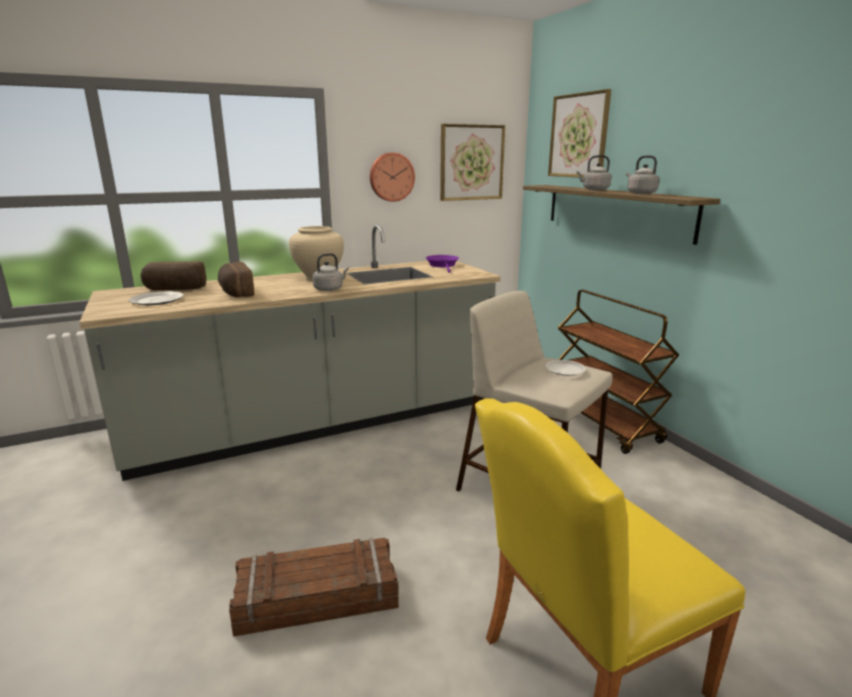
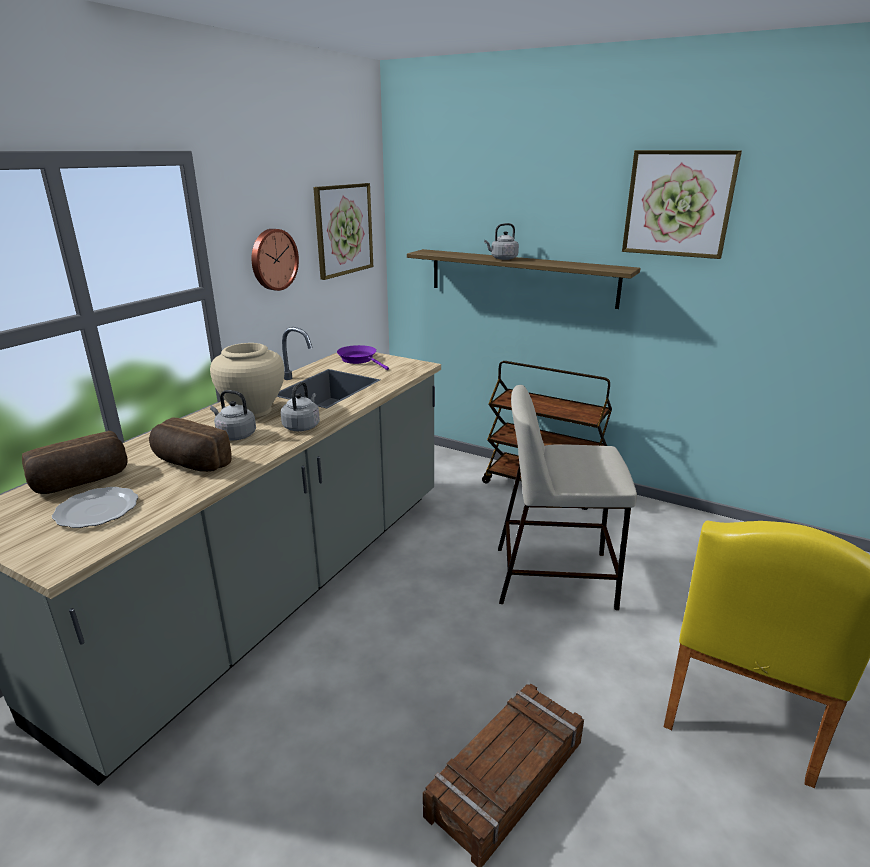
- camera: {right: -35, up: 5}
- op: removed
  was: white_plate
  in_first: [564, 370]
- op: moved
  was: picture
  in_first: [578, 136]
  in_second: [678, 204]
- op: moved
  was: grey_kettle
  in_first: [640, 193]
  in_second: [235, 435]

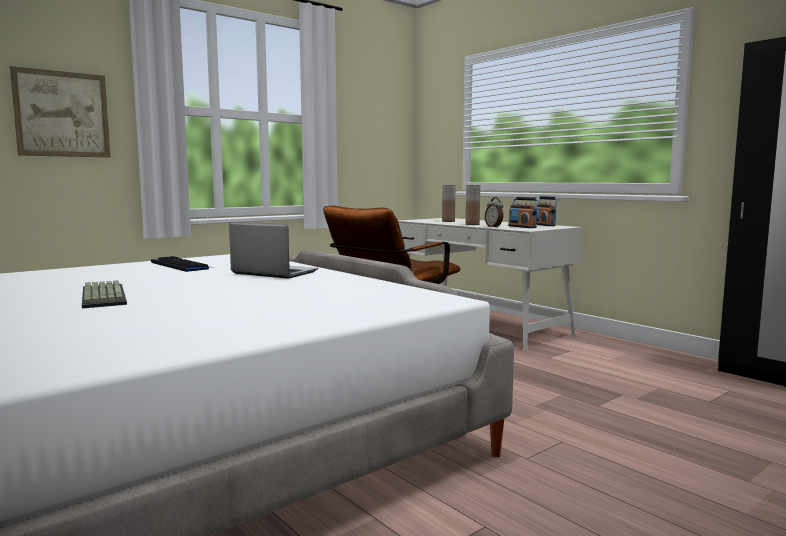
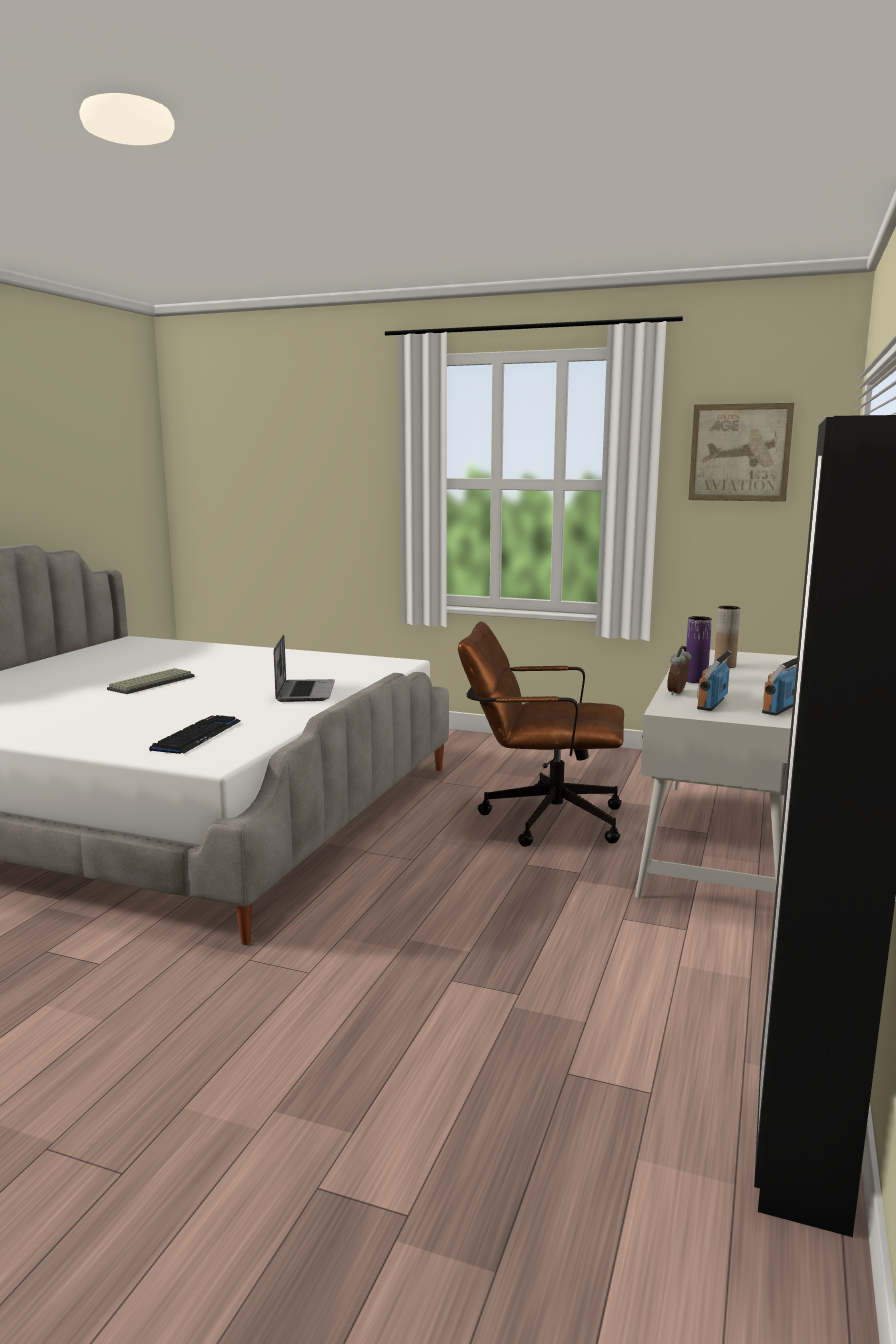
- camera: {right: 60, up: 5}
- op: moved
  was: picture
  in_first: [62, 114]
  in_second: [739, 452]
- op: moved
  was: keyboard
  in_first: [180, 266]
  in_second: [197, 736]
- op: recoloured
  was: brown_vase
  now: purple_vase
  in_first: [472, 224]
  in_second: [695, 680]

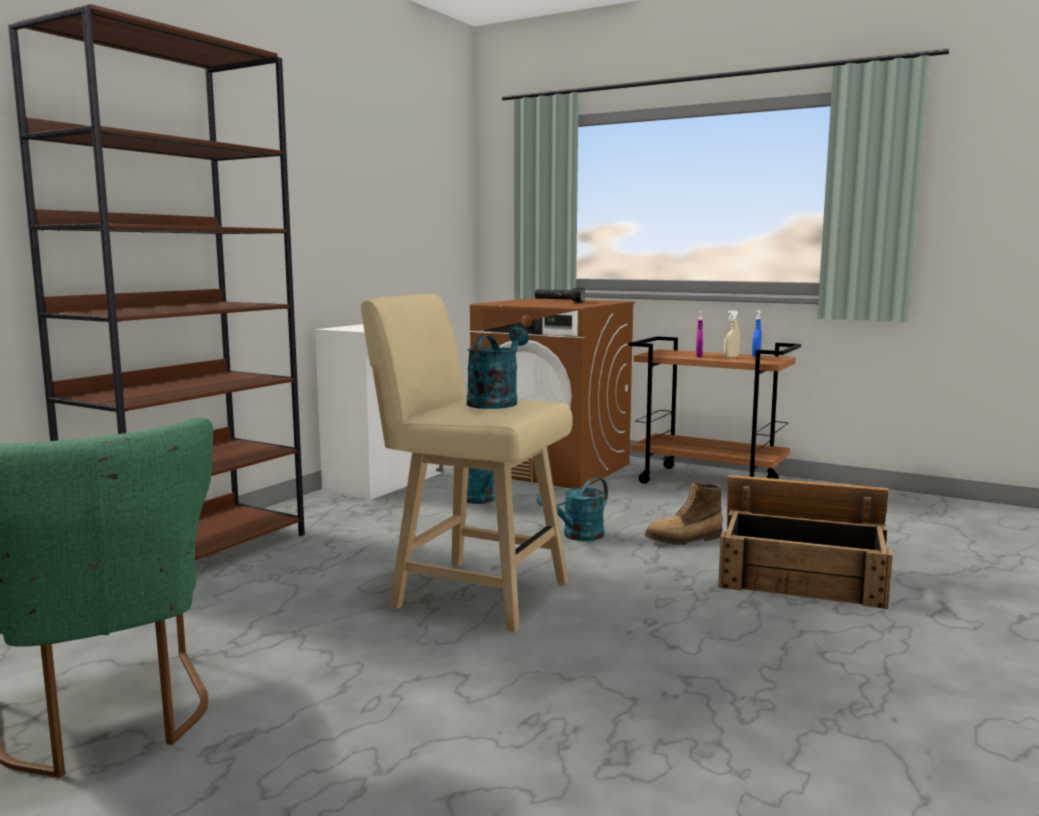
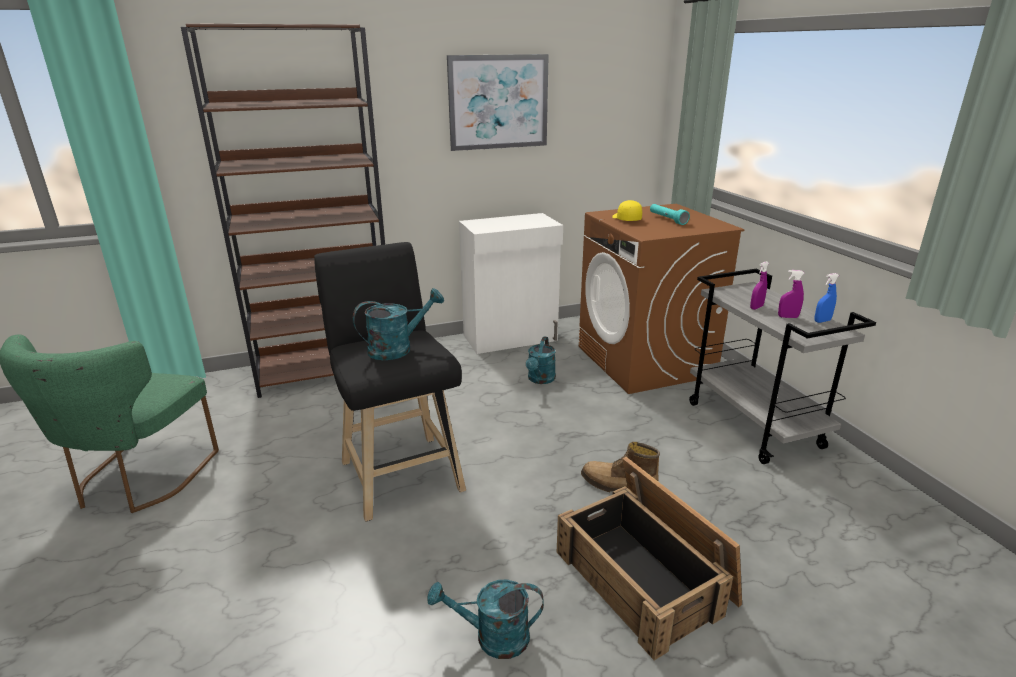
- camera: {right: 40, up: 15}
- op: added
  now: picture
  in_second: [498, 102]
- op: added
  now: yellow_cap
  in_second: [626, 219]
- op: moved
  was: turquoise_watering_can
  in_first: [577, 536]
  in_second: [492, 637]
- op: recoloured
  was: beige_stool
  now: black_stool
  in_first: [472, 593]
  in_second: [400, 471]
- op: recoloured
  was: black_flashlight
  now: turquoise_flashlight
  in_first: [559, 302]
  in_second: [667, 219]
- op: recoloured
  was: brown_cart
  now: grey_cart
  in_first: [710, 482]
  in_second: [755, 425]
- op: recoloured
  was: beige_spray_bottle
  now: purple_spray_bottle
  in_first: [731, 357]
  in_second: [788, 317]

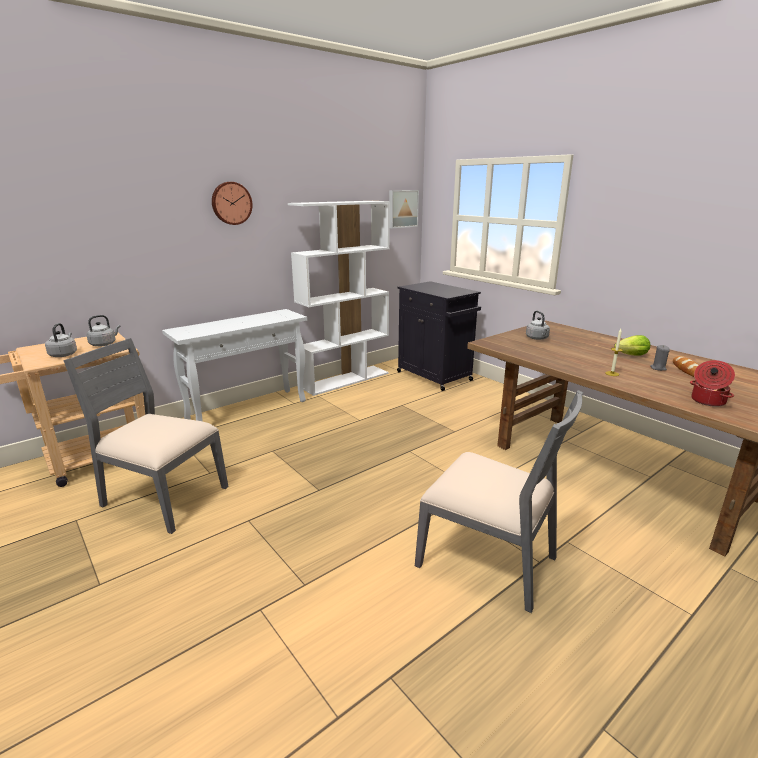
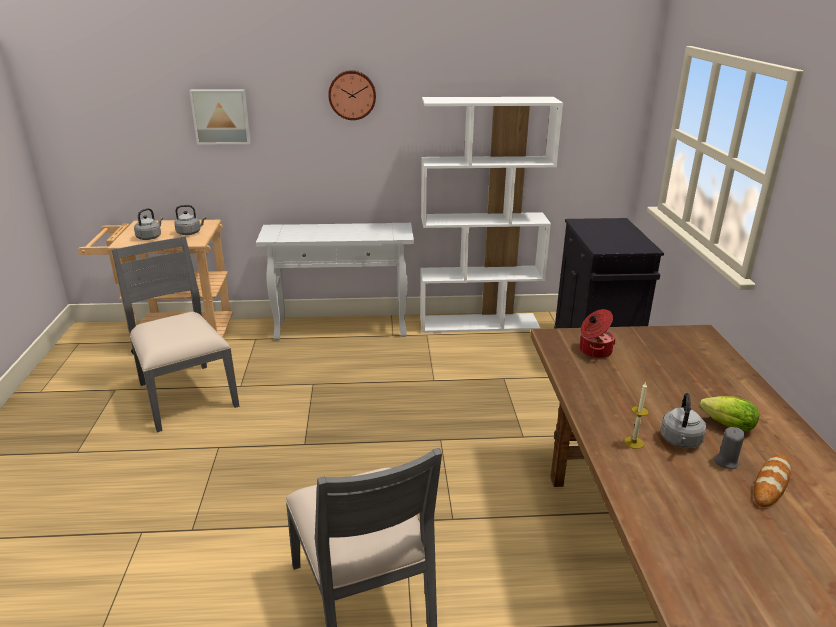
- camera: {right: 35, up: 5}
- op: moved
  was: picture
  in_first: [402, 208]
  in_second: [221, 116]
- op: moved
  was: grey_kettle
  in_first: [537, 338]
  in_second: [680, 441]
- op: moved
  was: cooking_pot
  in_first: [707, 401]
  in_second: [594, 351]

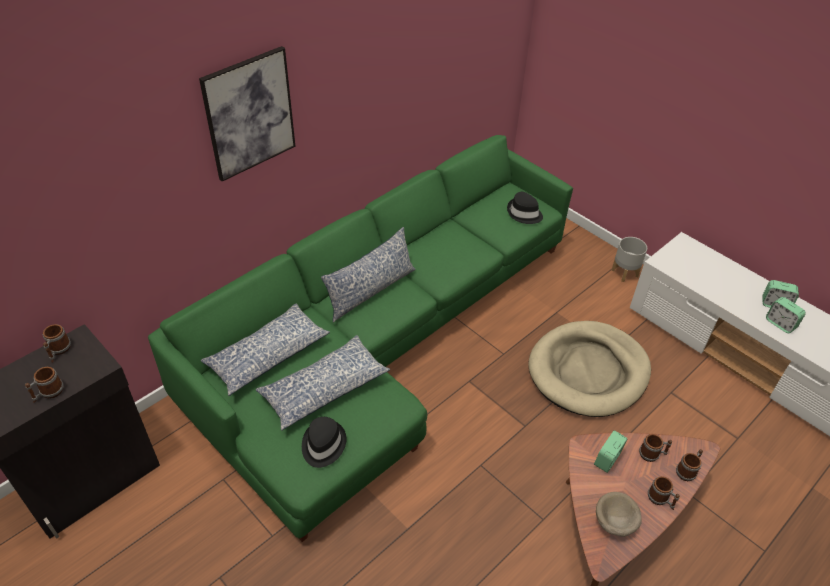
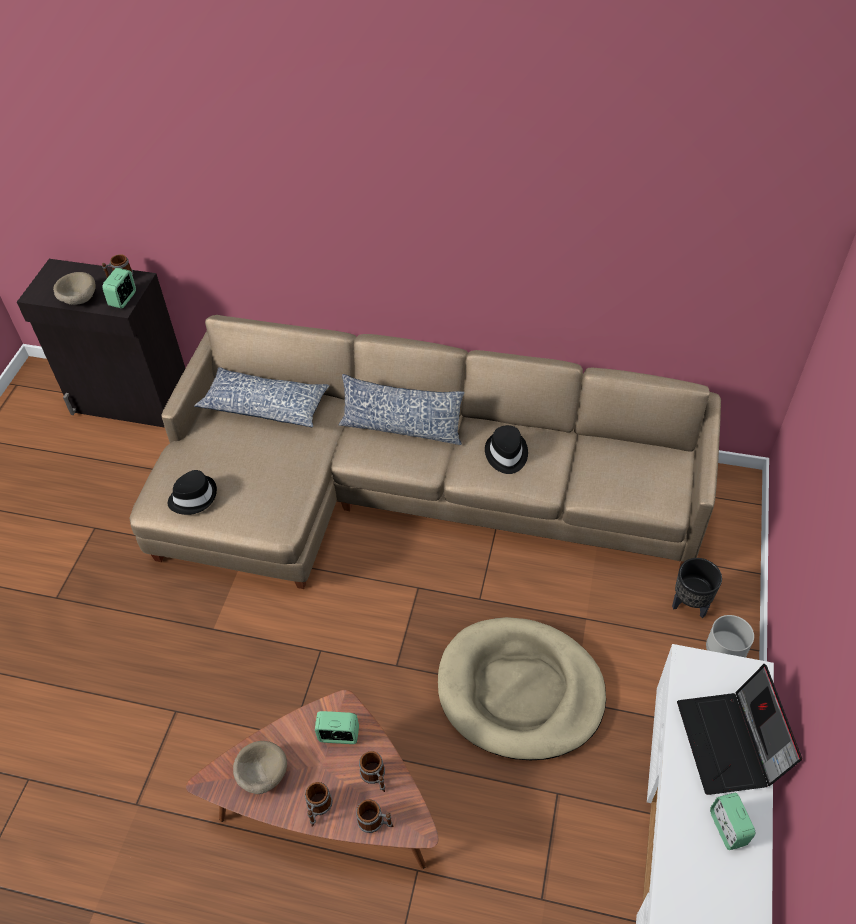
- camera: {right: 60, up: 5}
- op: removed
  was: picture
  in_first: [249, 114]
- op: removed
  was: pillow
  in_first: [323, 388]
- op: added
  now: black_planter
  in_second: [690, 605]
- op: added
  now: laptop
  in_second: [730, 744]
- op: moved
  was: black_hat
  in_first: [524, 213]
  in_second: [506, 454]
- op: moved
  was: alarm_clock
  in_first: [780, 324]
  in_second: [123, 299]
- op: replaced
  was: mug
  now: beige_bowl
  in_first: [48, 393]
  in_second: [78, 299]
- op: recoloured
  was: green_sofa
  now: beige_sofa
  in_first: [378, 343]
  in_second: [407, 489]

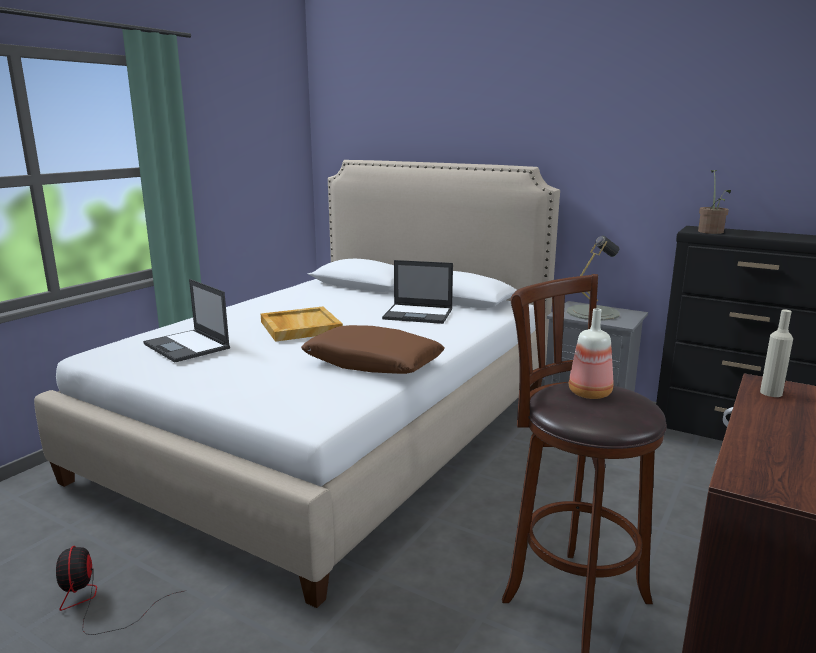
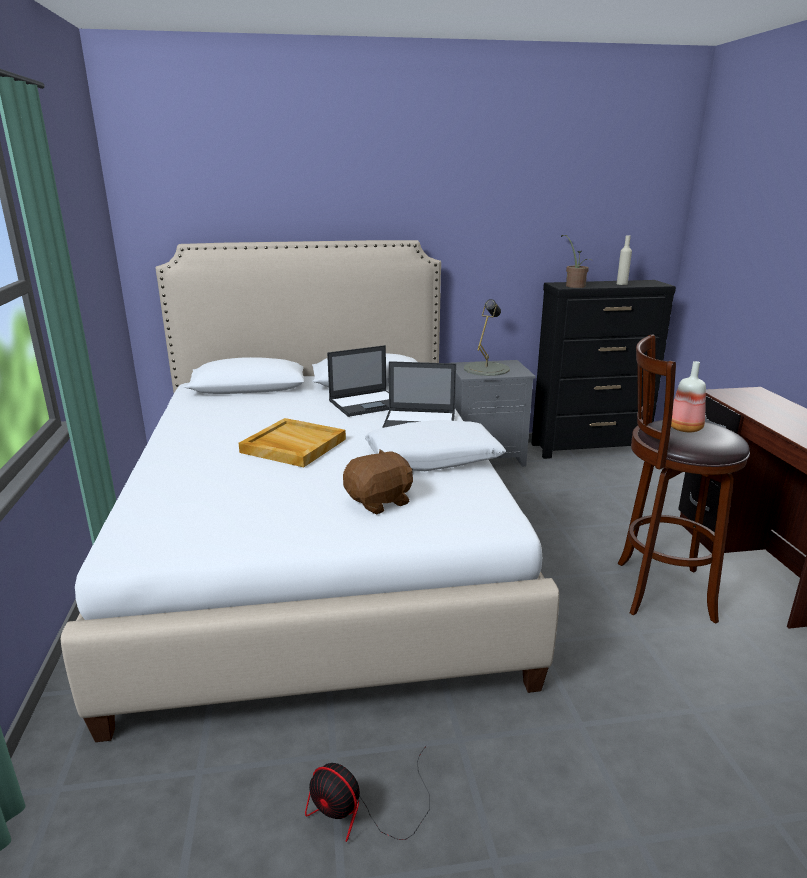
- camera: {right: -40, up: 5}
- op: added
  now: brown_plush_toy
  in_second: [379, 502]
- op: moved
  was: laptop
  in_first: [187, 346]
  in_second: [420, 422]
- op: moved
  was: beige_bottle
  in_first: [771, 393]
  in_second: [622, 284]
- op: recoloured
  was: brown_pillow
  now: white_pillow
  in_first: [373, 363]
  in_second: [433, 459]

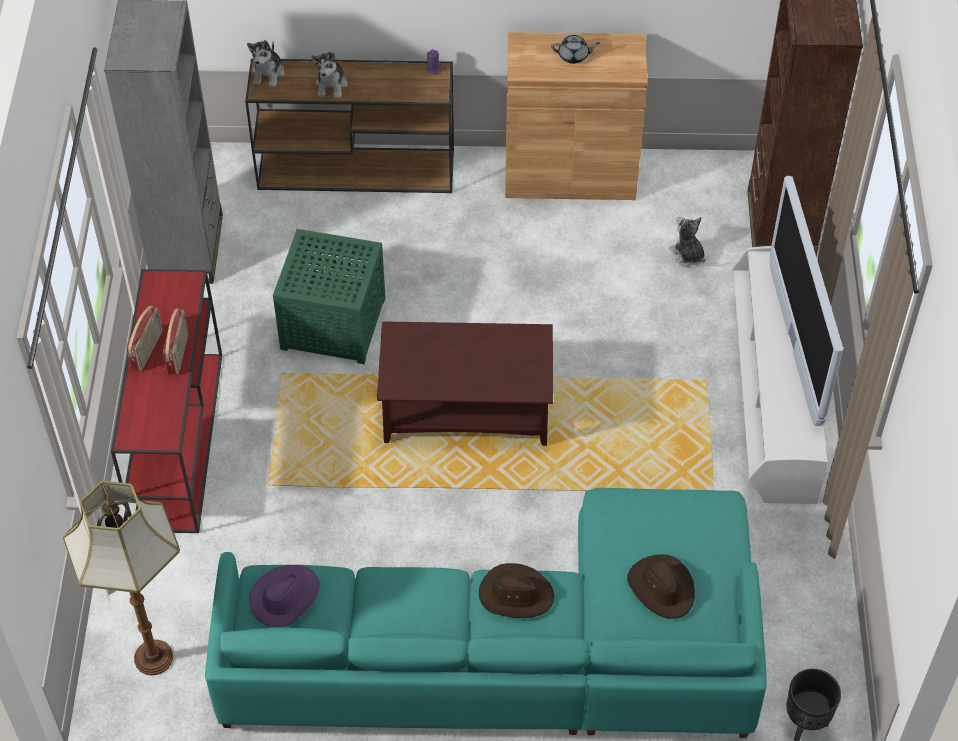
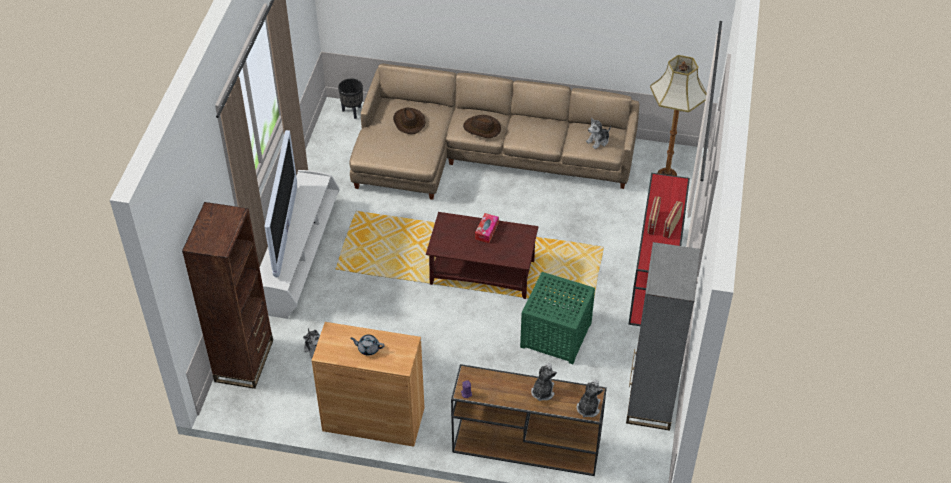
- camera: {right: -170, up: -5}
- op: added
  now: tissue_box
  in_second: [486, 231]
- op: replaced
  was: purple_hat
  now: plush_toy
  in_first: [285, 597]
  in_second: [598, 141]
- op: recoloured
  was: turquoise_sofa
  now: beige_sofa
  in_first: [518, 653]
  in_second: [481, 154]

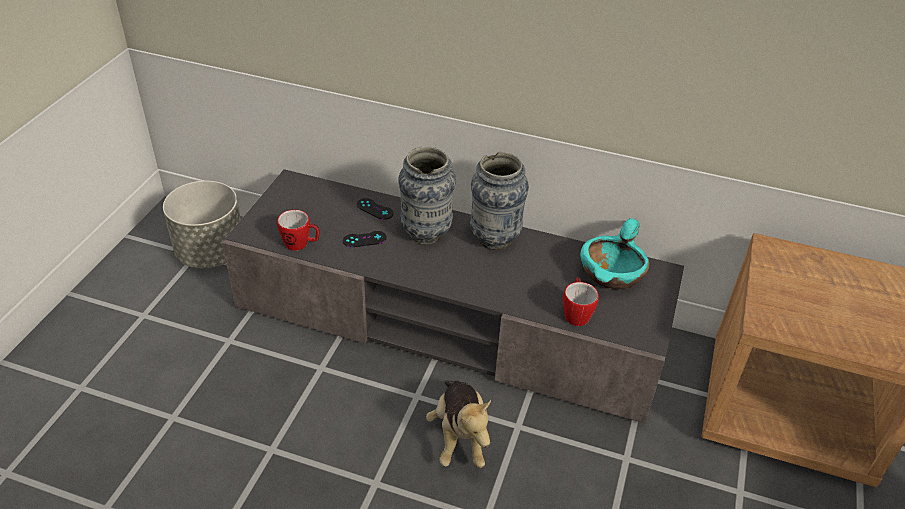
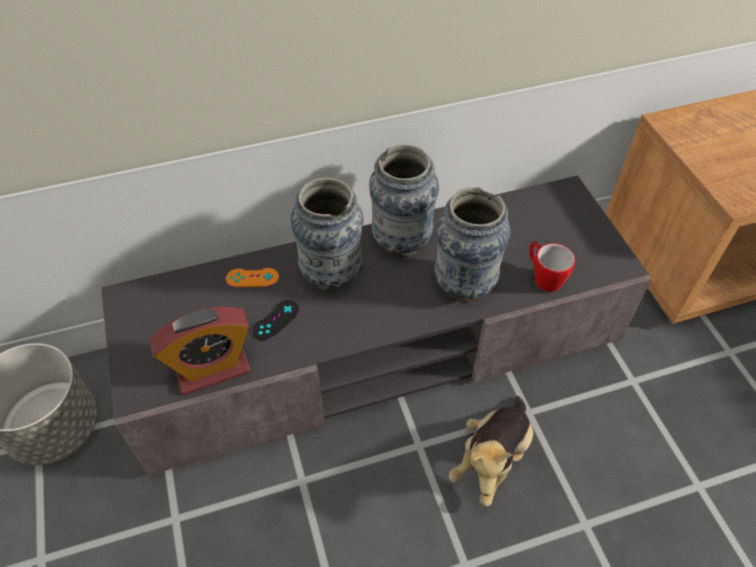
- camera: {right: -35, up: 10}
- op: removed
  was: turquoise_bowl
  in_first: [612, 275]
- op: added
  now: vase
  in_second: [464, 285]
- op: replaced
  was: mug
  now: alarm_clock
  in_first: [301, 244]
  in_second: [212, 369]
- op: recoloured
  was: black_game_controller
  now: orange_game_controller
  in_first: [375, 209]
  in_second: [252, 278]
- op: turned
  was: plush_toy
  in_first: [459, 436]
  in_second: [491, 459]
  clockwise: 75

